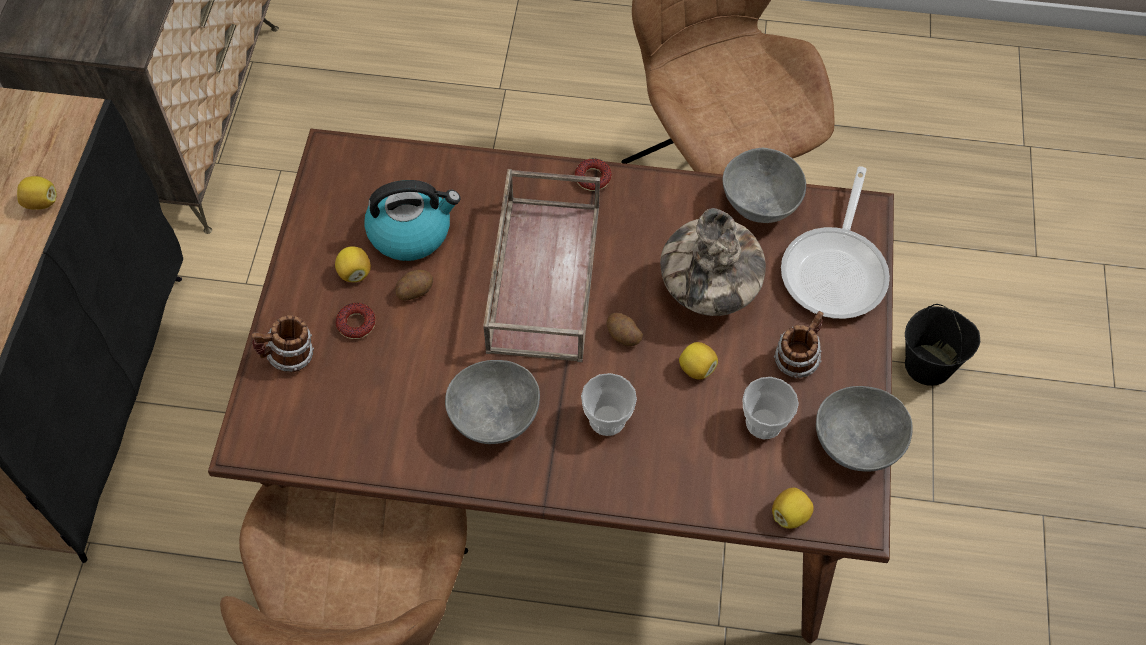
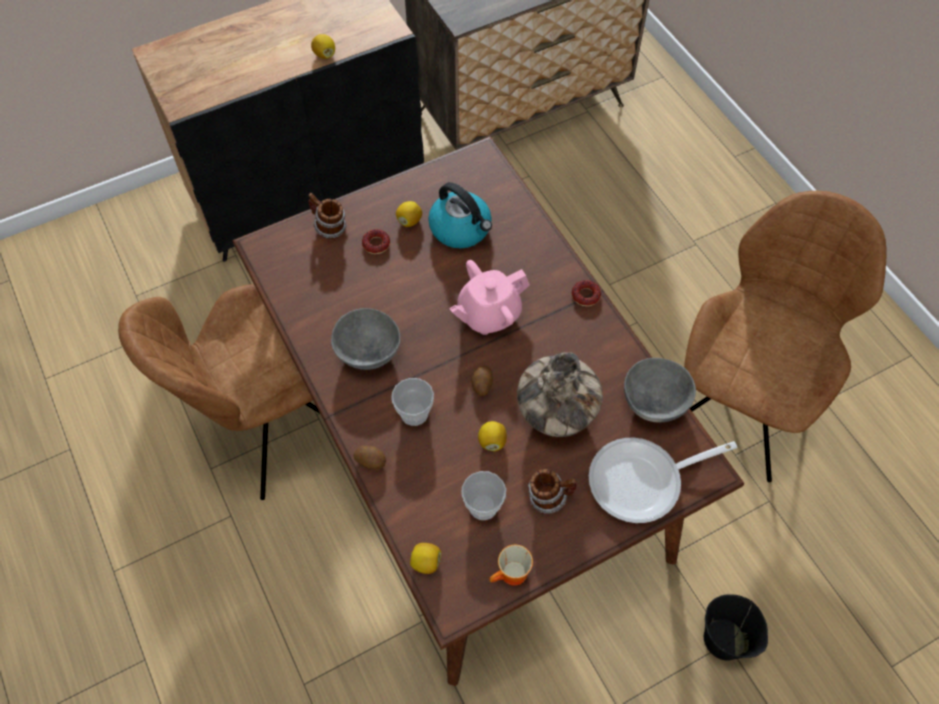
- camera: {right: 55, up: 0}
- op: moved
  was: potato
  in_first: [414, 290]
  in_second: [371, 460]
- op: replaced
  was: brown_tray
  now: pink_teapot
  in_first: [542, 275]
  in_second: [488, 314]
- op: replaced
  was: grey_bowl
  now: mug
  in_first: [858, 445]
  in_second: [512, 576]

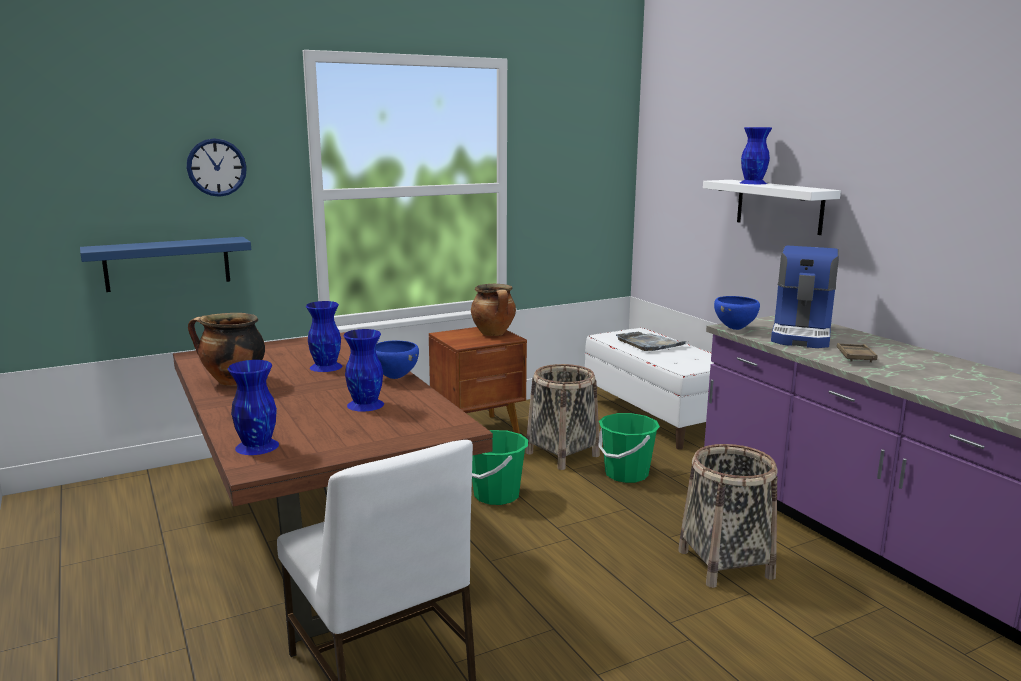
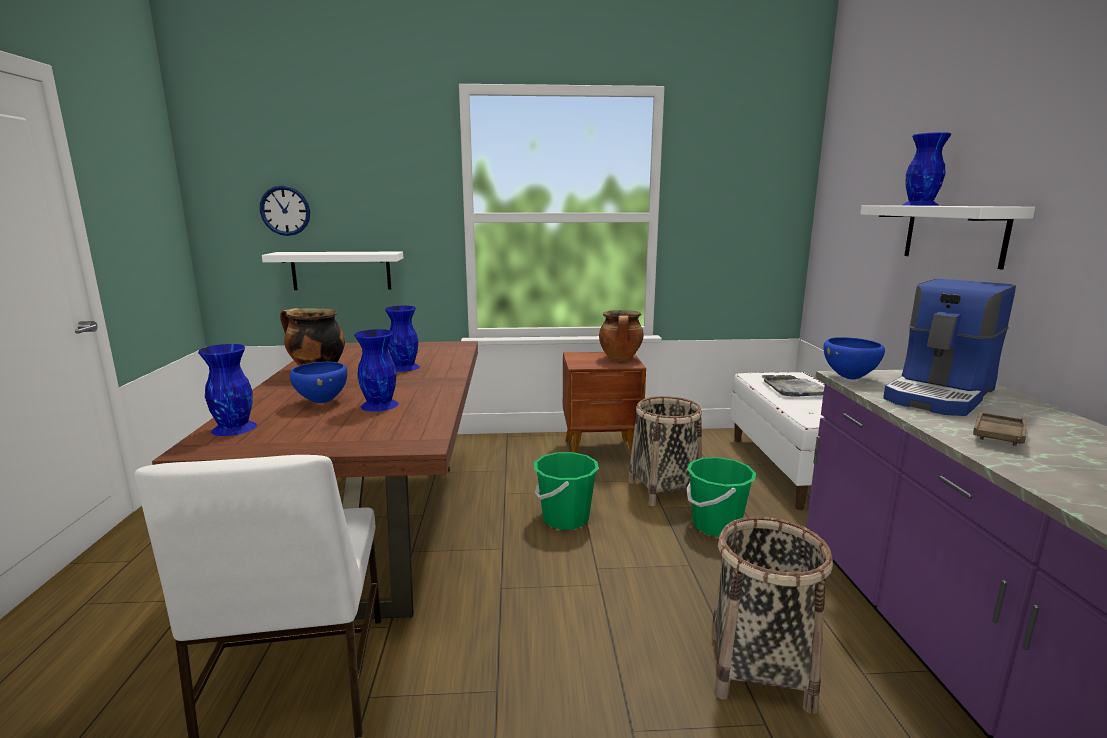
- camera: {right: 25, up: 0}
- op: moved
  was: wall_clock
  in_first: [216, 167]
  in_second: [285, 210]
- op: moved
  was: blue_bowl
  in_first: [395, 378]
  in_second: [322, 402]
- op: recoloured
  was: blue_shelf
  now: white_shelf
  in_first: [167, 264]
  in_second: [341, 270]

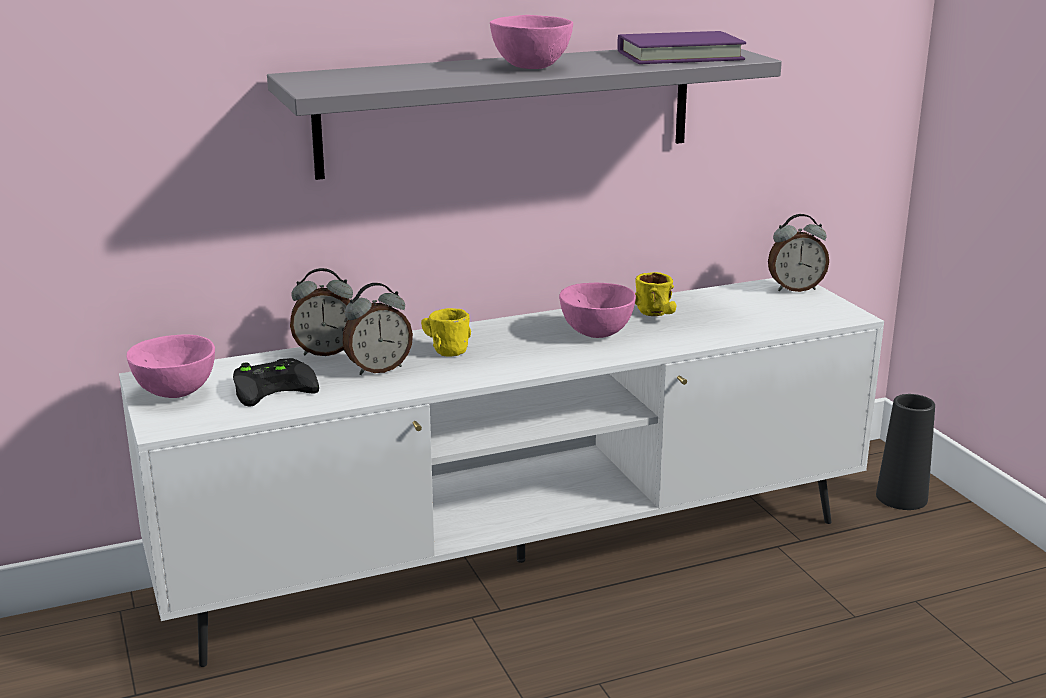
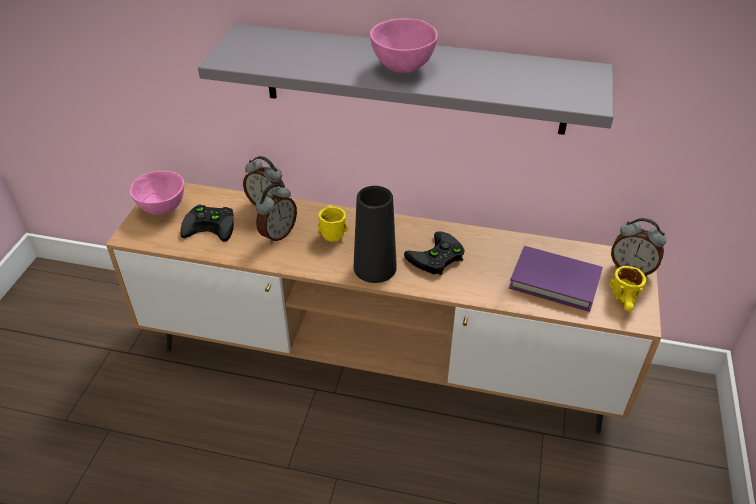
- camera: {right: 35, up: 20}
- op: moved
  was: purple_book
  in_first: [679, 55]
  in_second: [555, 281]
- op: moved
  was: yellow_mug
  in_first: [660, 315]
  in_second: [626, 302]
- op: moved
  was: black_vase
  in_first: [901, 497]
  in_second: [375, 267]
- op: replaced
  was: pink_bowl
  now: black_game_controller
  in_first: [596, 334]
  in_second: [436, 258]
- op: recoloured
  was: white_tv_stand
  now: brown_tv_stand
  in_first: [521, 561]
  in_second: [378, 361]
- op: turned
  was: alarm_clock
  in_first: [378, 369]
  in_second: [277, 234]
  clockwise: -60

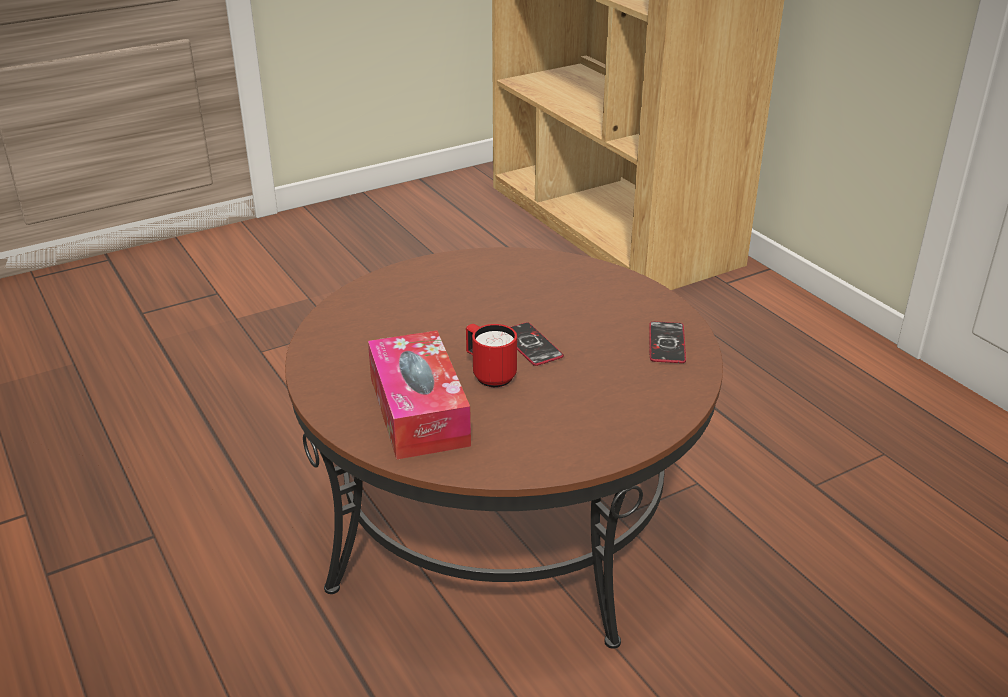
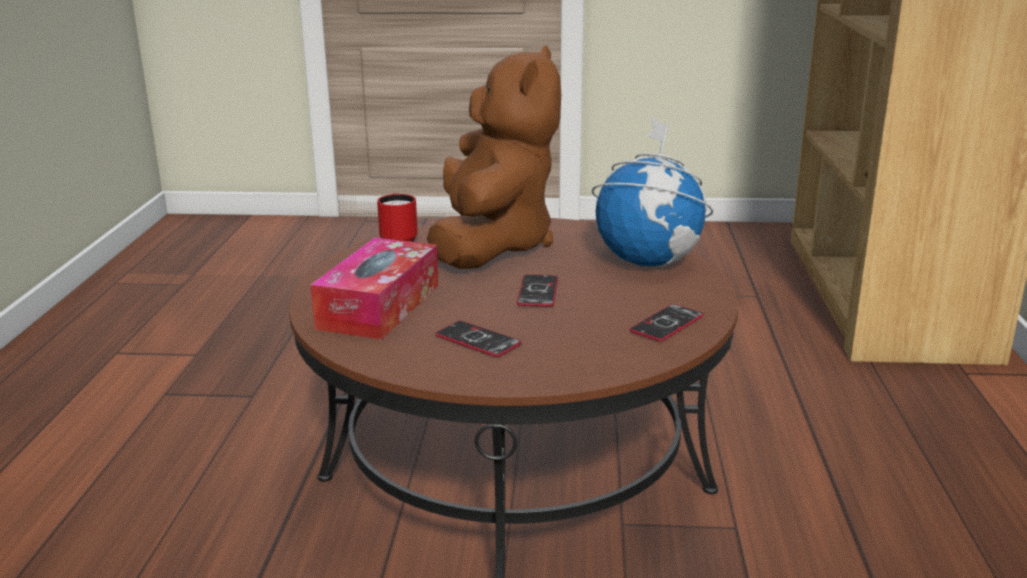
- camera: {right: 35, up: -10}
- op: added
  now: brown_plush_toy
  in_second: [492, 245]
- op: added
  now: phone
  in_second: [478, 340]
- op: added
  now: globe
  in_second: [649, 262]
- op: moved
  was: red_mug
  in_first: [489, 375]
  in_second: [398, 239]

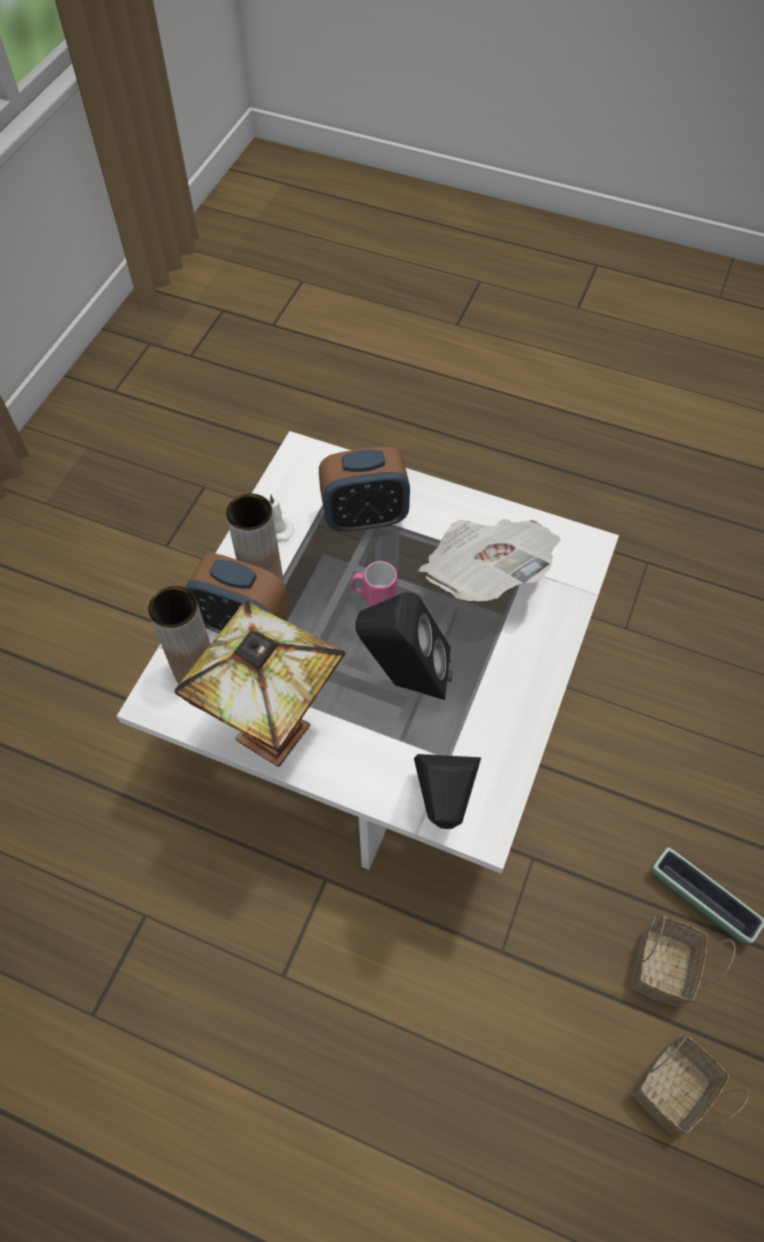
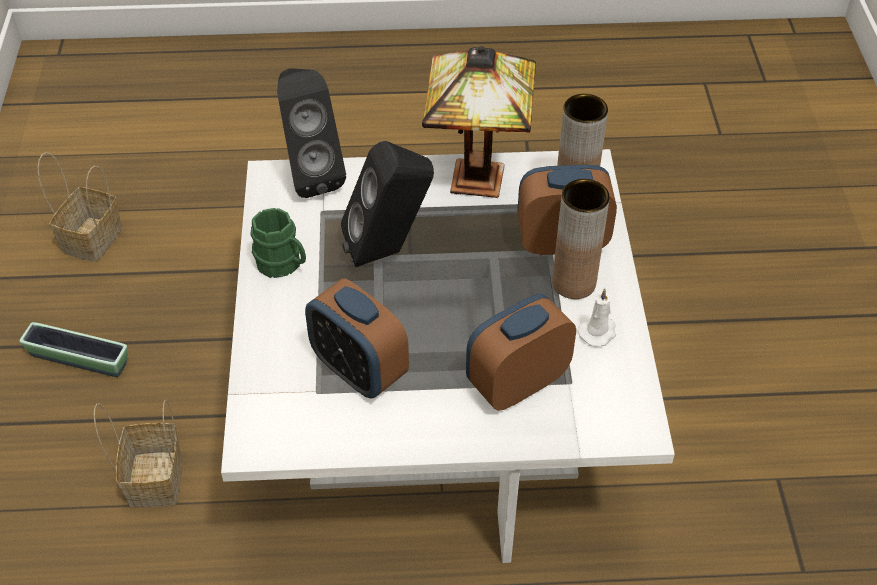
- camera: {right: 155, up: -10}
- op: removed
  was: pink_mug
  in_first: [373, 596]
- op: added
  now: green_mug
  in_second: [283, 265]
- op: moved
  was: basket
  in_first: [662, 970]
  in_second: [154, 477]
- op: replaced
  was: newspaper
  now: alarm_clock
  in_first: [483, 573]
  in_second: [359, 370]

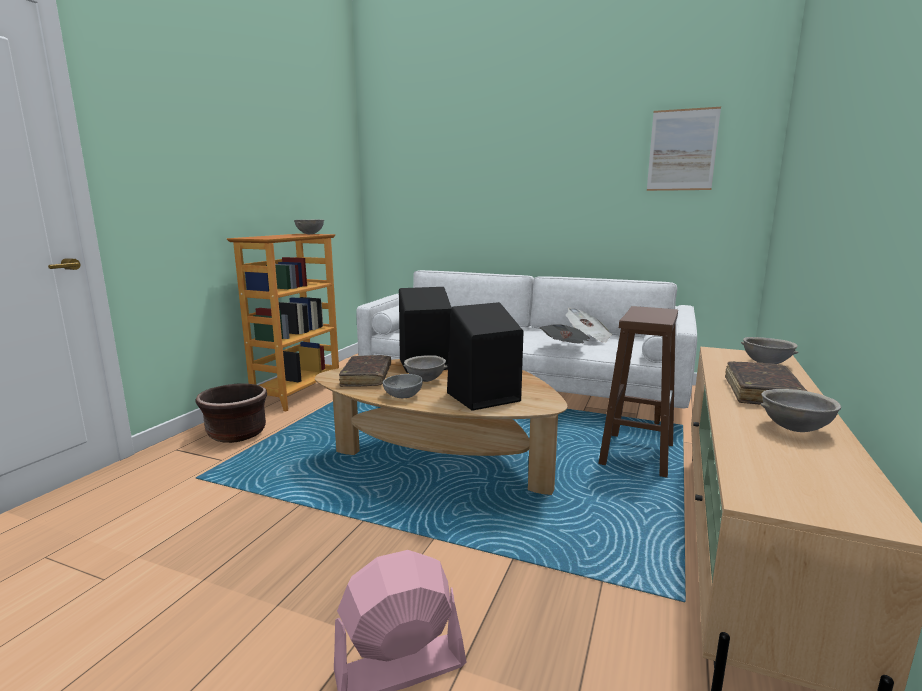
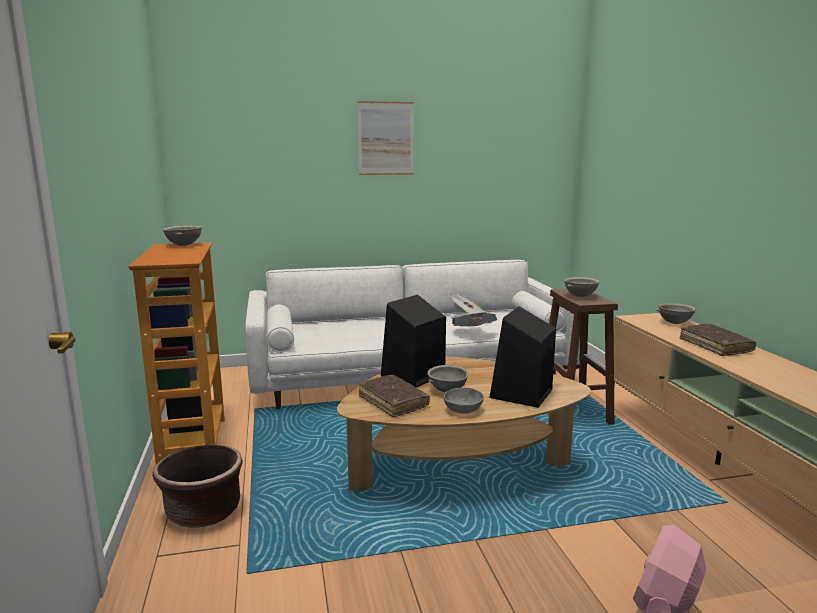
- camera: {right: -35, up: 0}
- op: moved
  was: picture
  in_first: [682, 150]
  in_second: [386, 138]
- op: moved
  was: grey_bowl
  in_first: [793, 429]
  in_second: [579, 296]

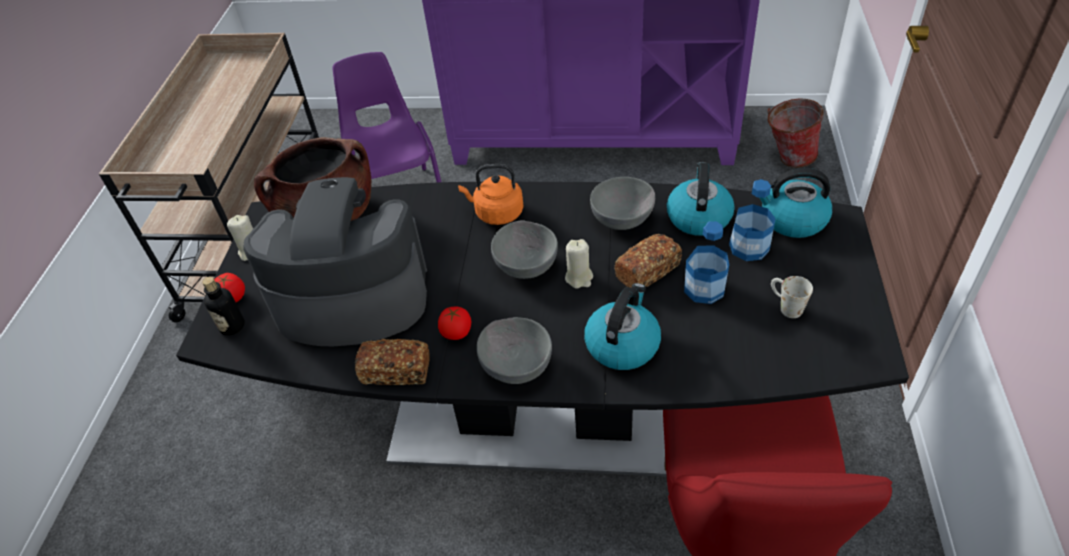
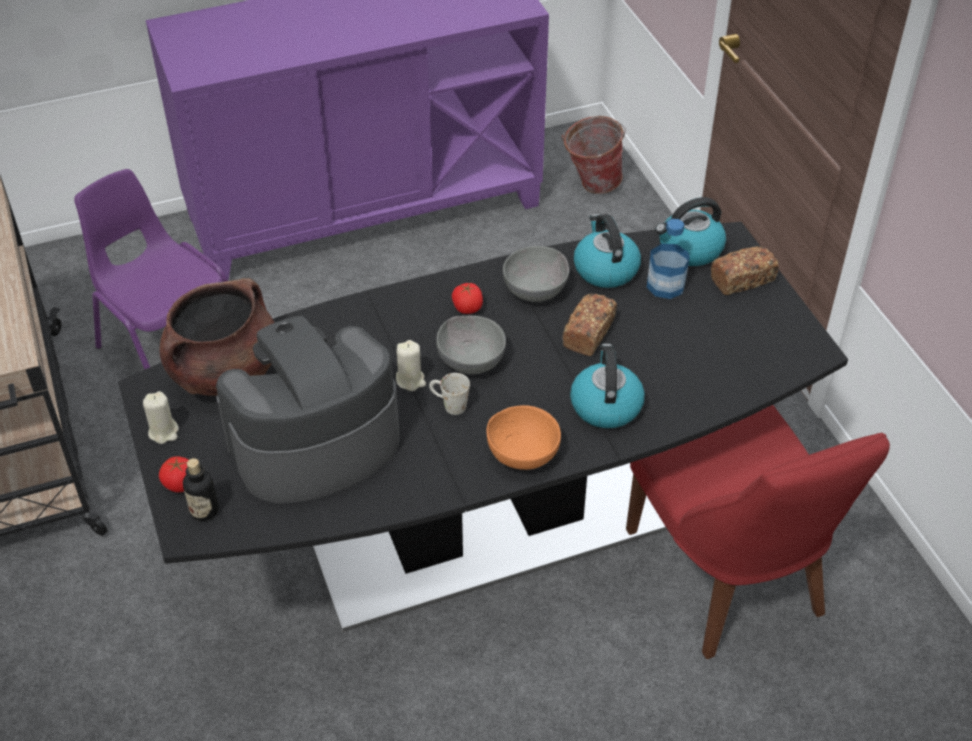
- camera: {right: -30, up: 0}
- op: removed
  was: orange_kettle
  in_first: [496, 213]
- op: removed
  was: bottle
  in_first: [704, 288]
- op: moved
  was: bread
  in_first: [396, 371]
  in_second: [742, 279]
- op: moved
  was: tomato
  in_first: [456, 332]
  in_second: [467, 308]
- op: moved
  was: beige_candle
  in_first: [579, 278]
  in_second: [410, 380]
- op: moved
  was: white_mug
  in_first: [785, 306]
  in_second: [448, 405]
- op: recoloured
  was: grey_bowl
  now: orange_bowl
  in_first: [516, 364]
  in_second: [521, 453]

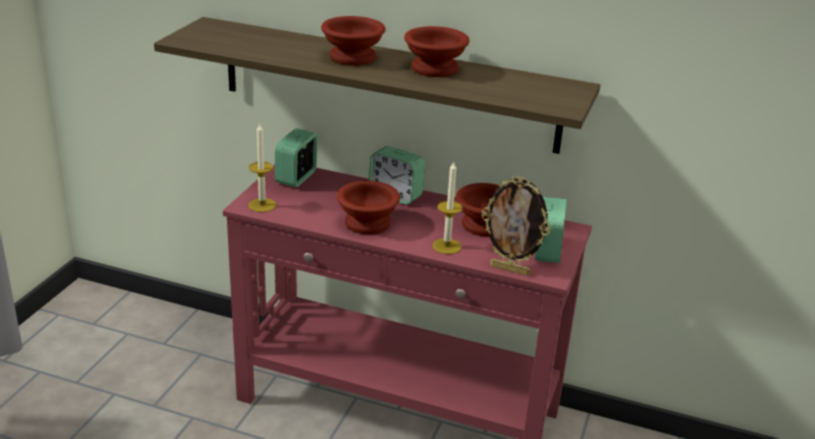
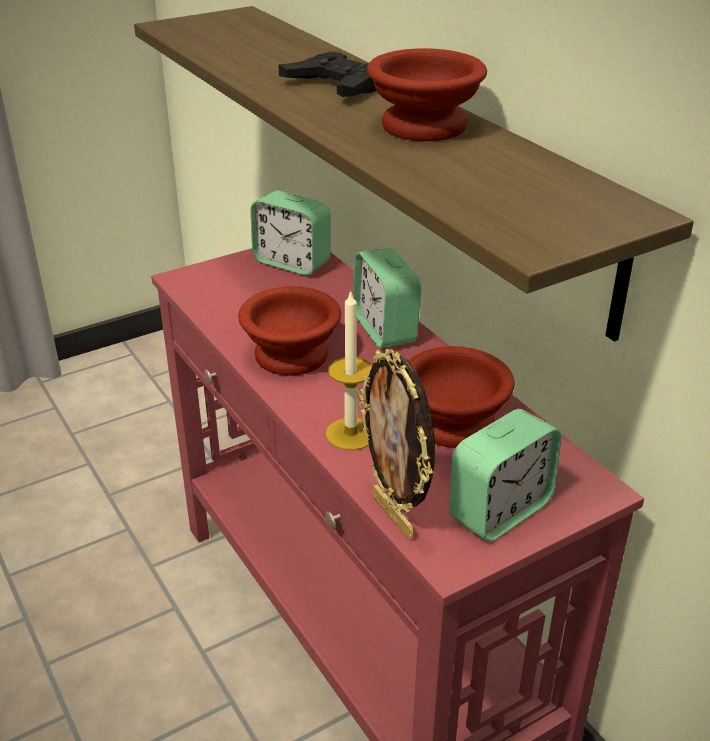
- camera: {right: 40, up: 5}
- op: removed
  was: candle
  in_first: [262, 205]
- op: replaced
  was: brown_bowl
  now: black_game_controller
  in_first: [354, 57]
  in_second: [336, 86]
- op: turned
  was: alarm_clock
  in_first: [296, 178]
  in_second: [292, 262]
  clockwise: -120

